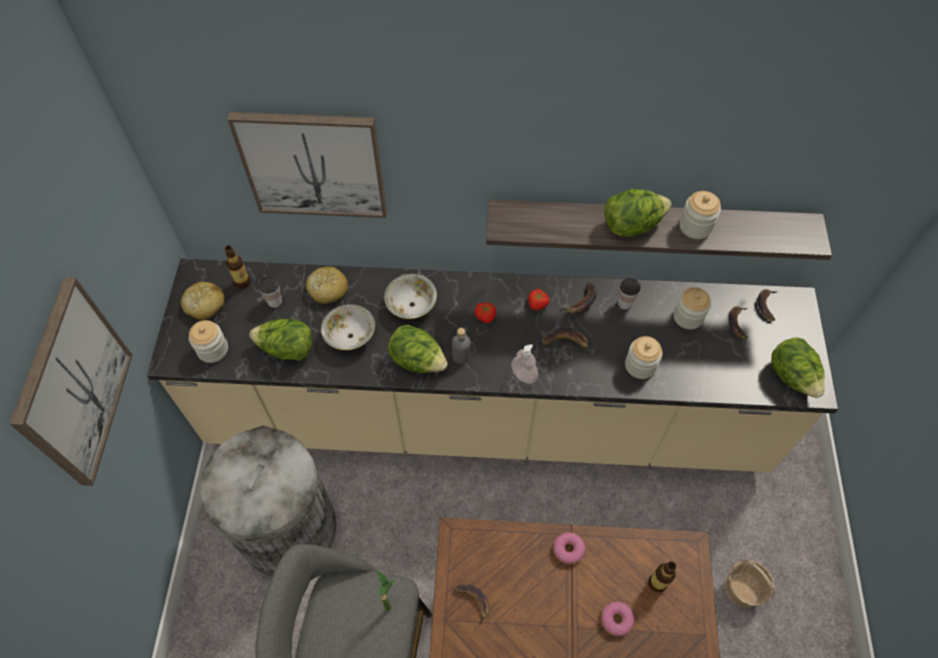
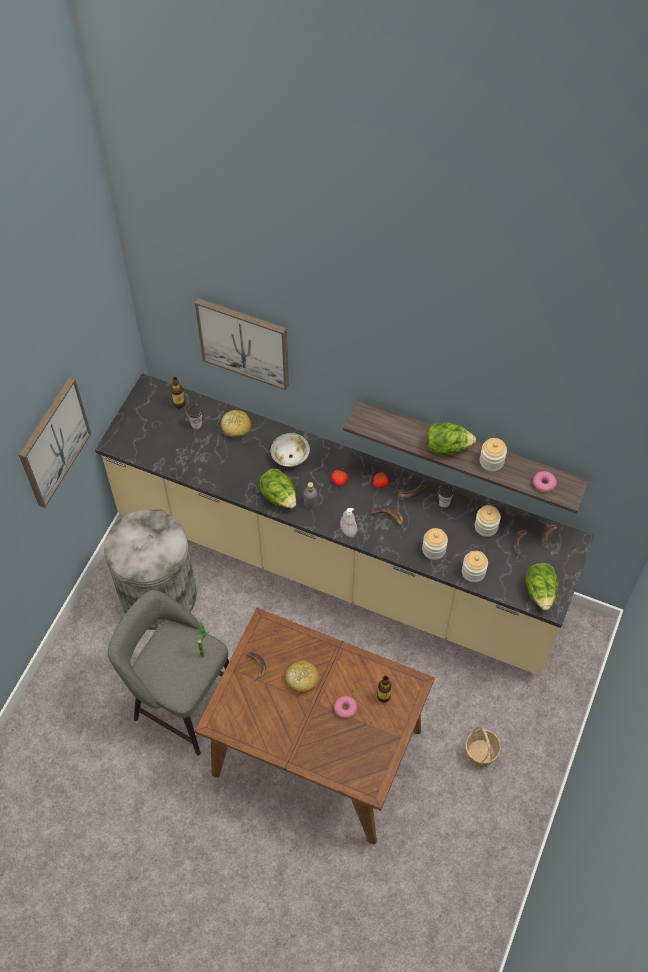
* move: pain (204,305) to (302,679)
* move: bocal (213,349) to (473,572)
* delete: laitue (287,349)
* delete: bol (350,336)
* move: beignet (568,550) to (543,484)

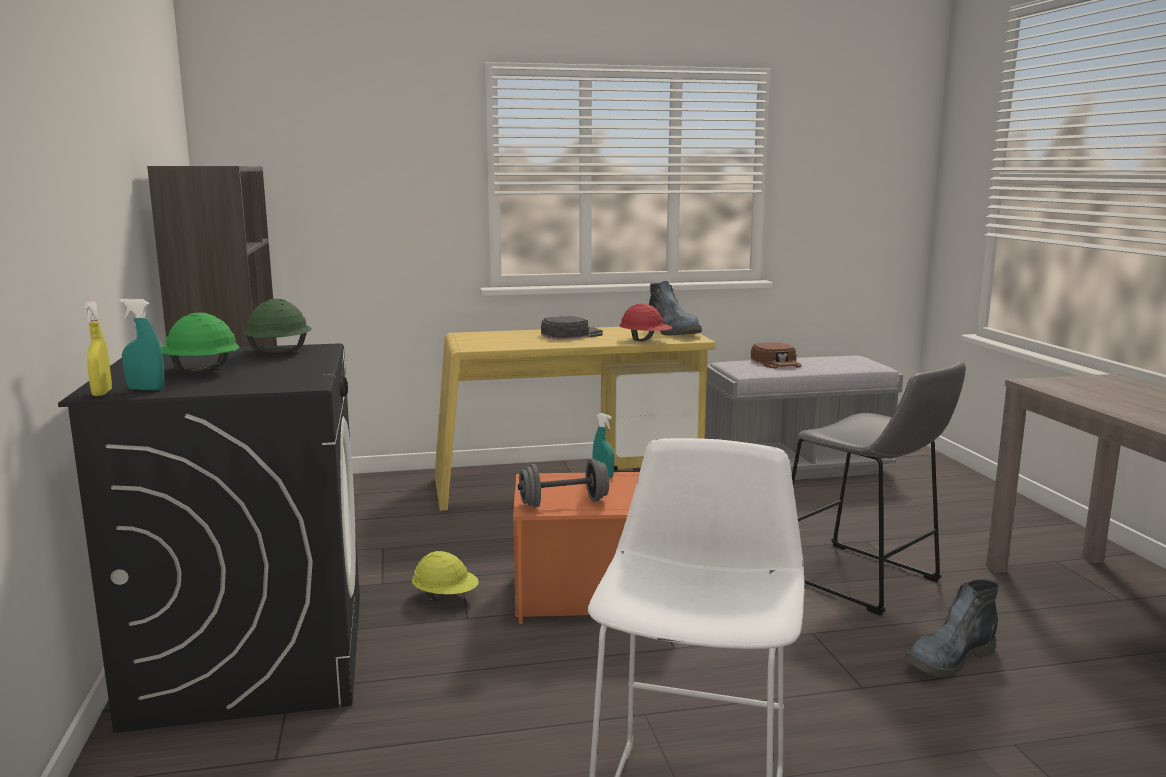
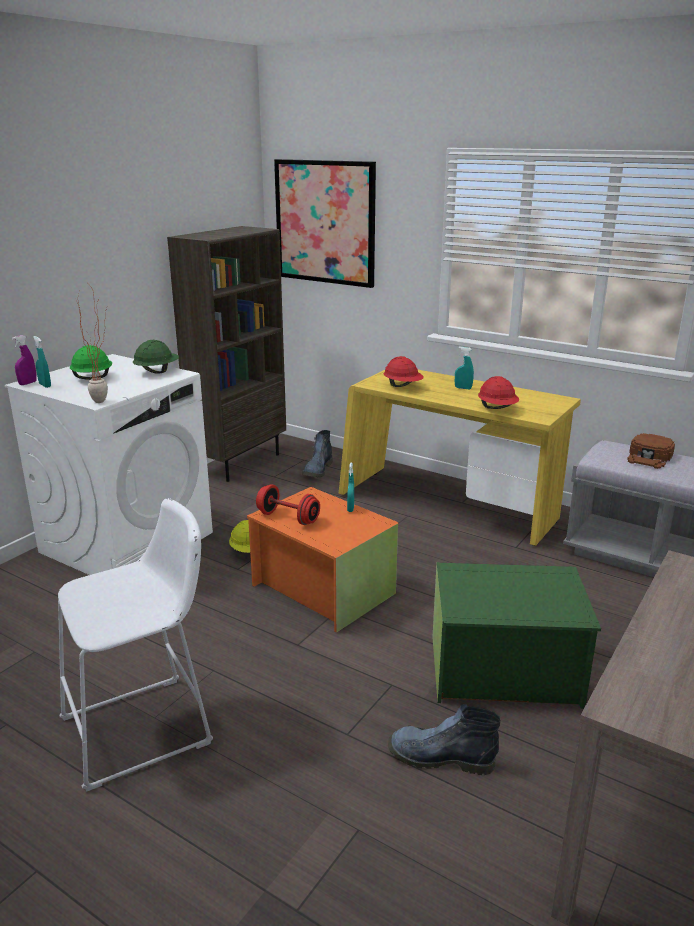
* recolor: lave-linge/noir (252,656) to lave-linge/blanc (128,542)
* recolor: vaporisateur/jaune (102,393) to vaporisateur/violet (27,383)
* recolor: haltère/gris (564,503) to haltère/rouge (288,518)
* replace: casquette/noir (571,335) to vaporisateur/turquoise (463,388)
* move: botte (673,333) to (317,470)
* replace: tabouret/gris (863,581) to boîte de rangement/vert (505,672)
* insert: plante en pot (105,400)
* insert: tableau (325,222)
* insert: casque de chantier/rouge (403,386)

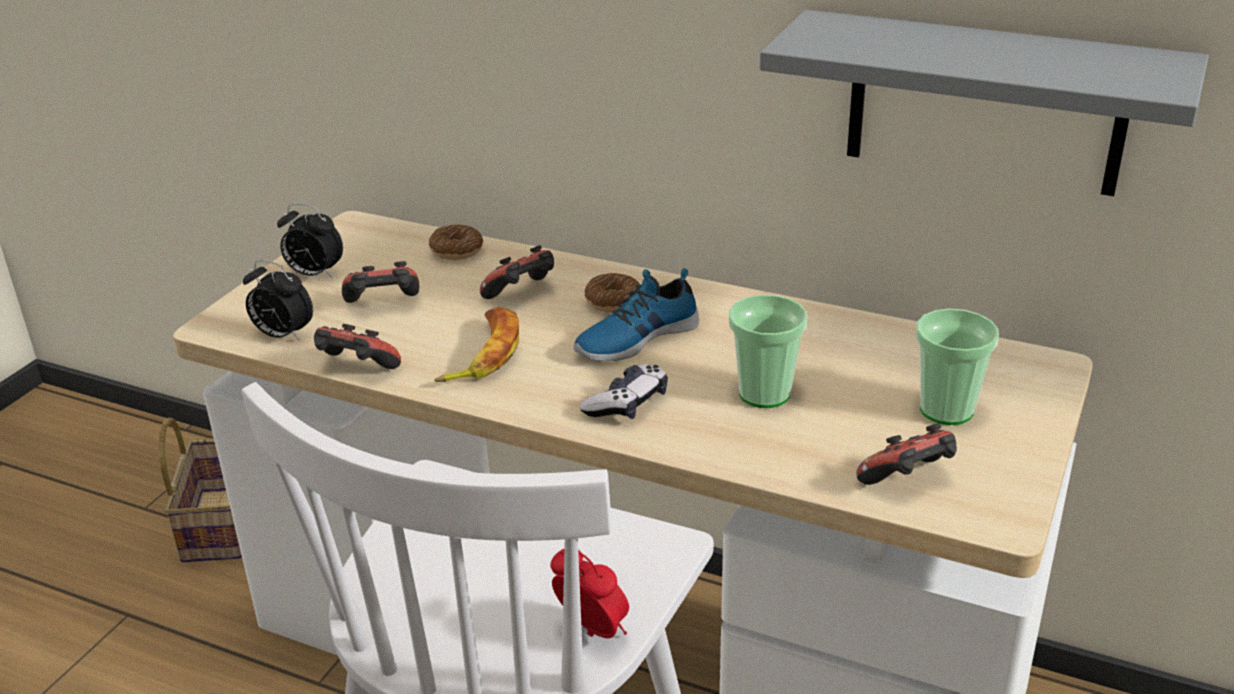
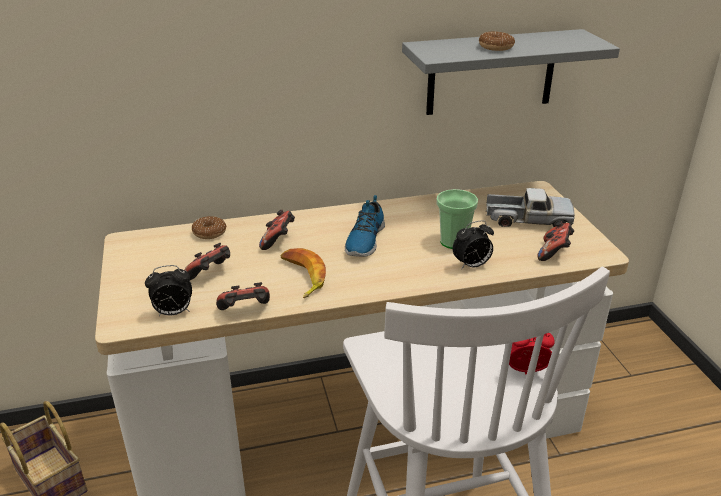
* move: réveil (314,274) to (471,266)
* delete: manette (627,403)
* move: beignet (613,302) to (496,47)
* replace: tasse (946,410) to camion jouet (528,220)

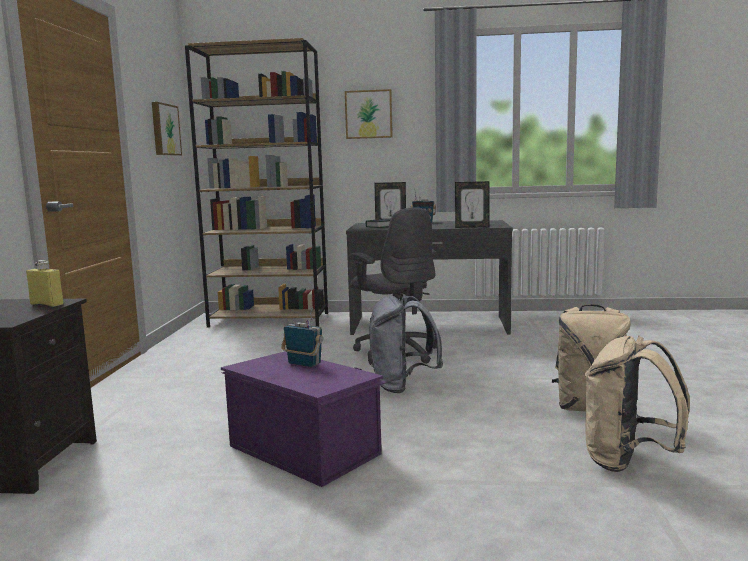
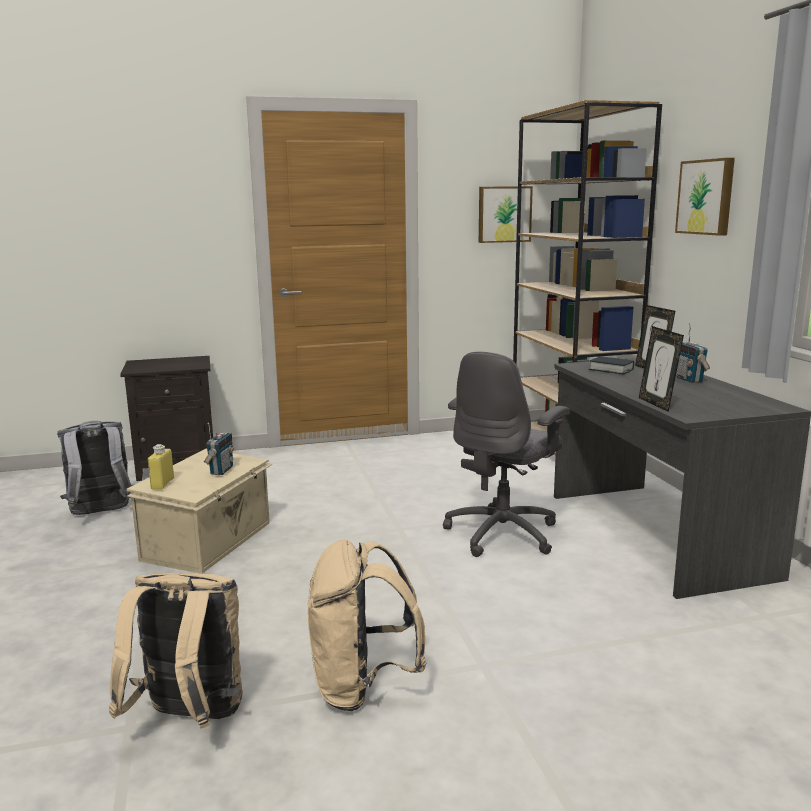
* move: bouteille/jaune (47,304) to (162,484)
* recolor: boîte de rangement/violet (305,449) to boîte de rangement/beige (209,541)
* move: sac à dos/gris (402,386) to (101,513)

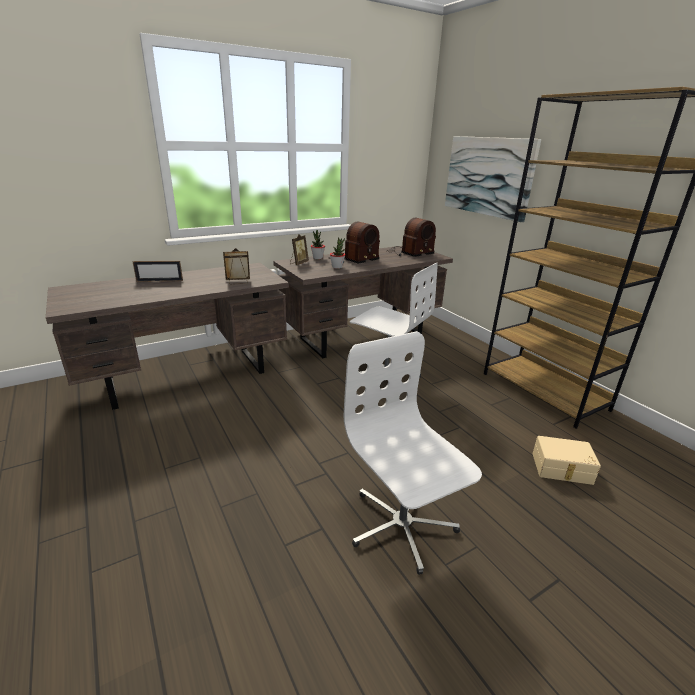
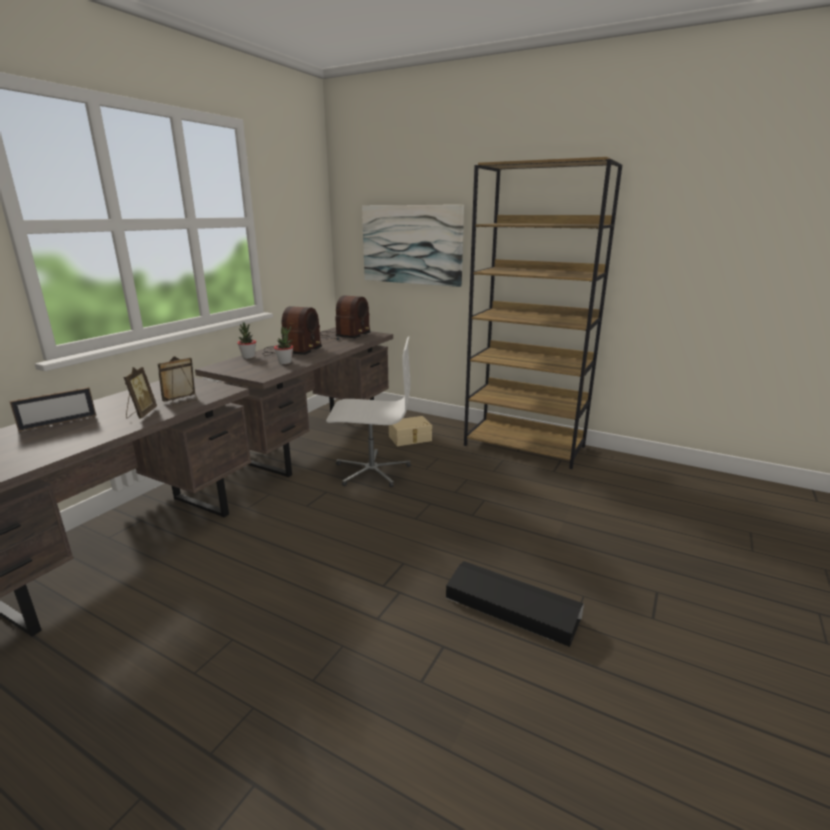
* move: cadre photo (298,263) to (141,414)
* replace: chaise de bureau/blanc (401,525) to boîte de rangement/noir (511,608)
* move: boîte de rangement/beige (562,469) to (410,439)

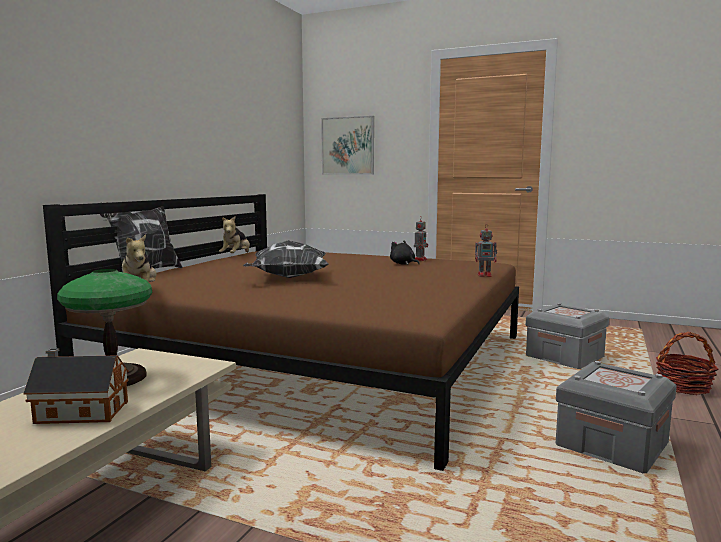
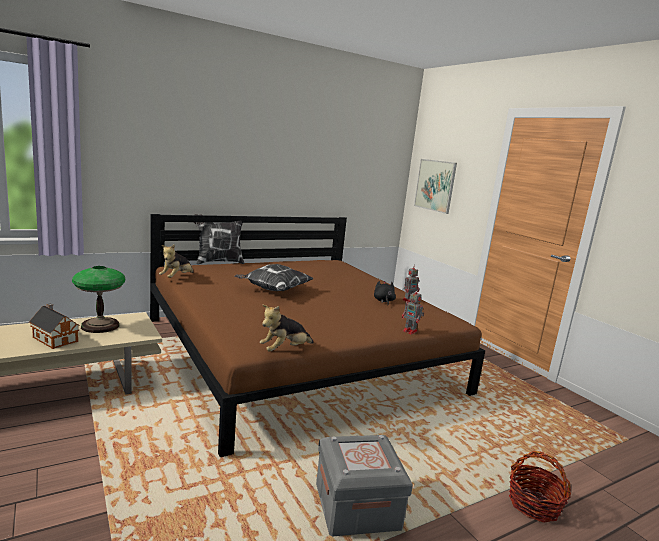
* move: peluche (236,256) to (285,350)
* delete: boîte de rangement/gris (564,356)

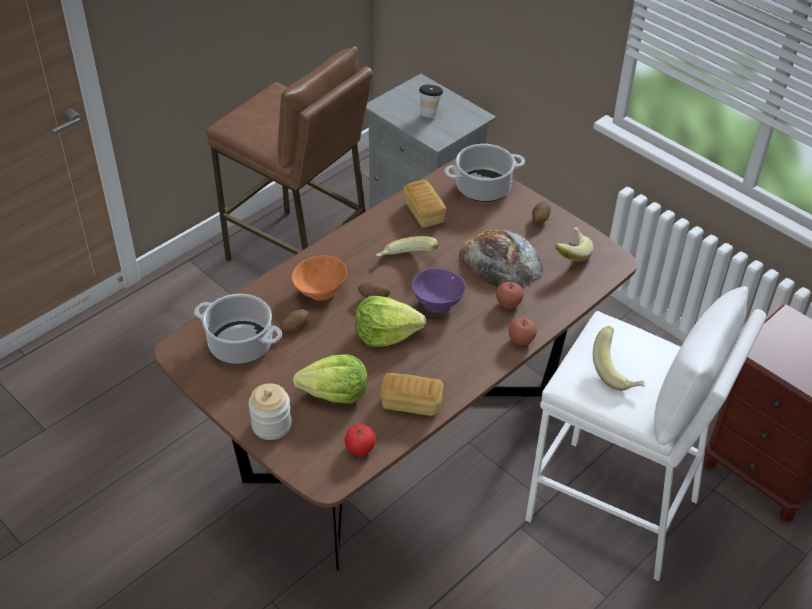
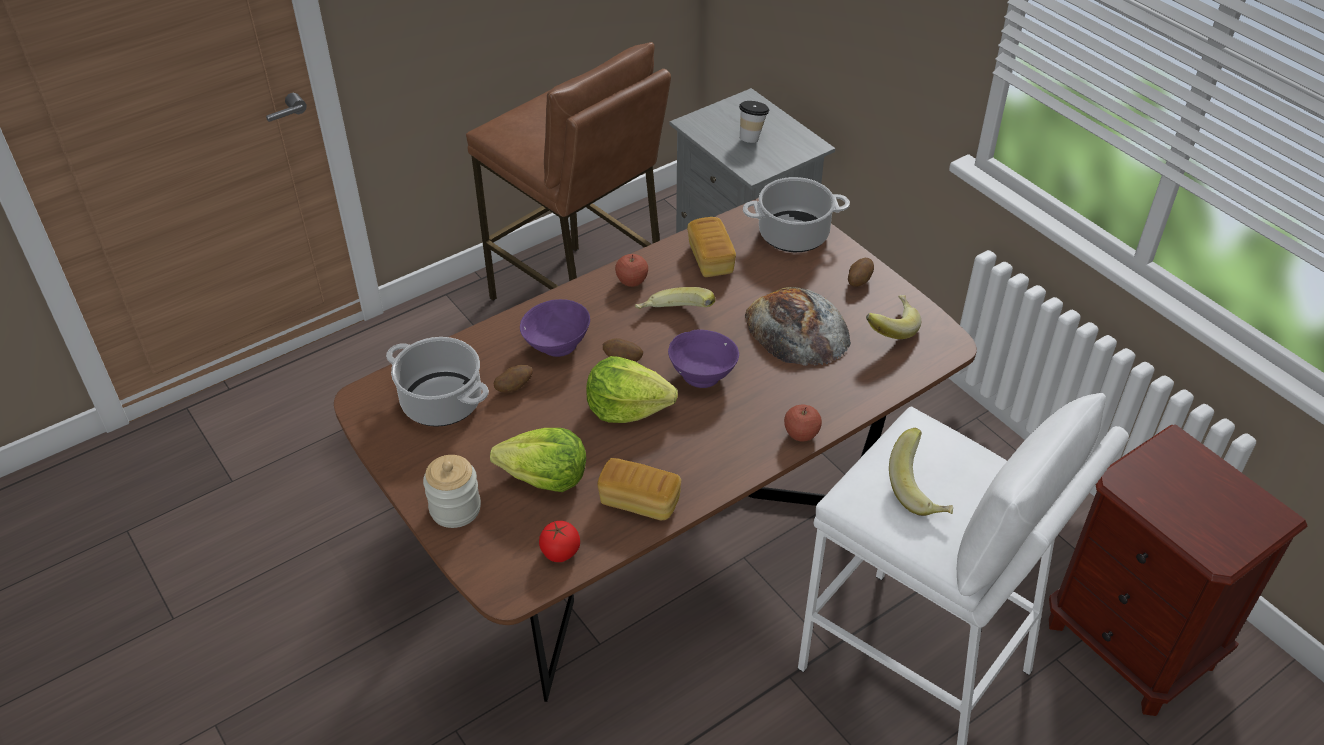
* recolor: bol/orange (319,291) to bol/violet (556,345)
* move: pomme (508,304) to (632,281)

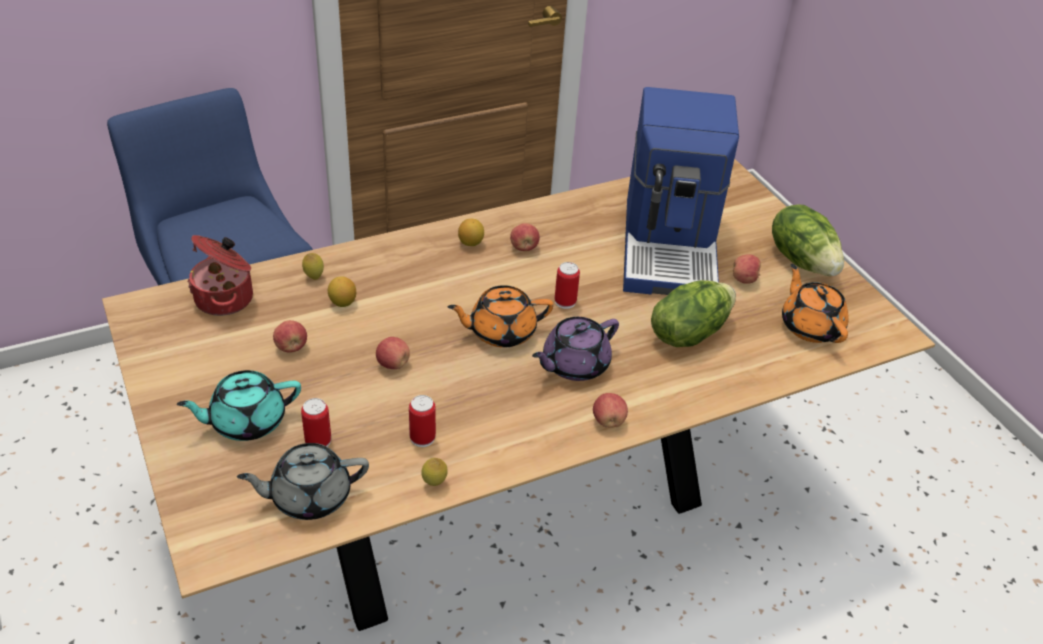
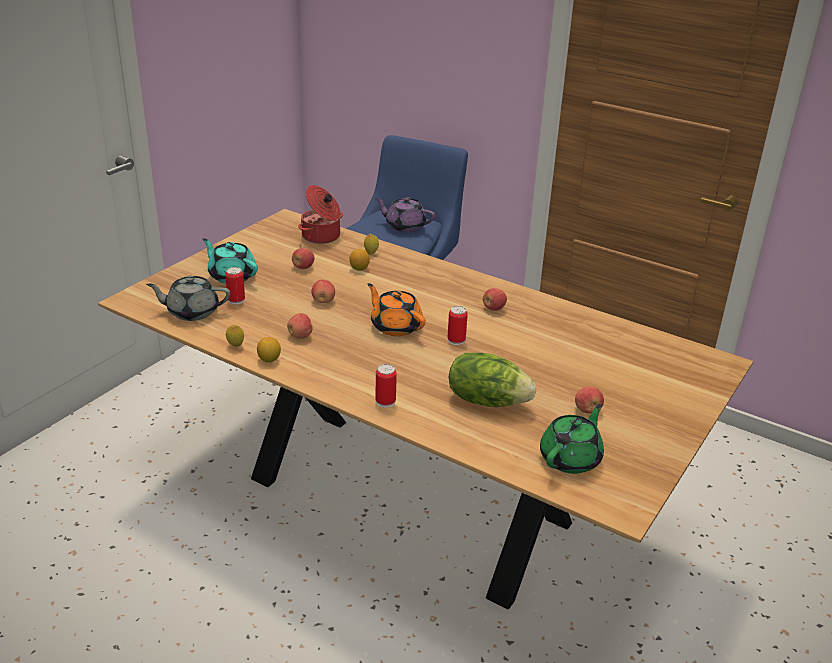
* rotate: théière/gris (309,496) = (192,312) 45 degrees counterclockwise
* move: boîte métallique (422,438) to (385,401)
* move: citron (471,243) to (269,360)
* move: théière/violet (574,364) to (404,226)
* move: pomme (608,421) to (300,336)
* delete: machine à café (671,246)
* delete: laitue (803,260)
* recolor: théière/orange (810,326) to théière/vert (571,458)

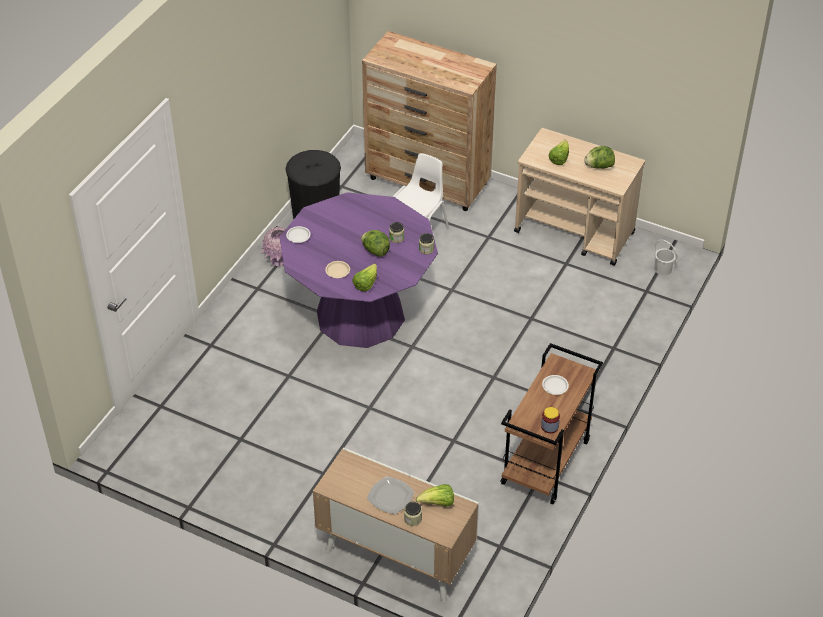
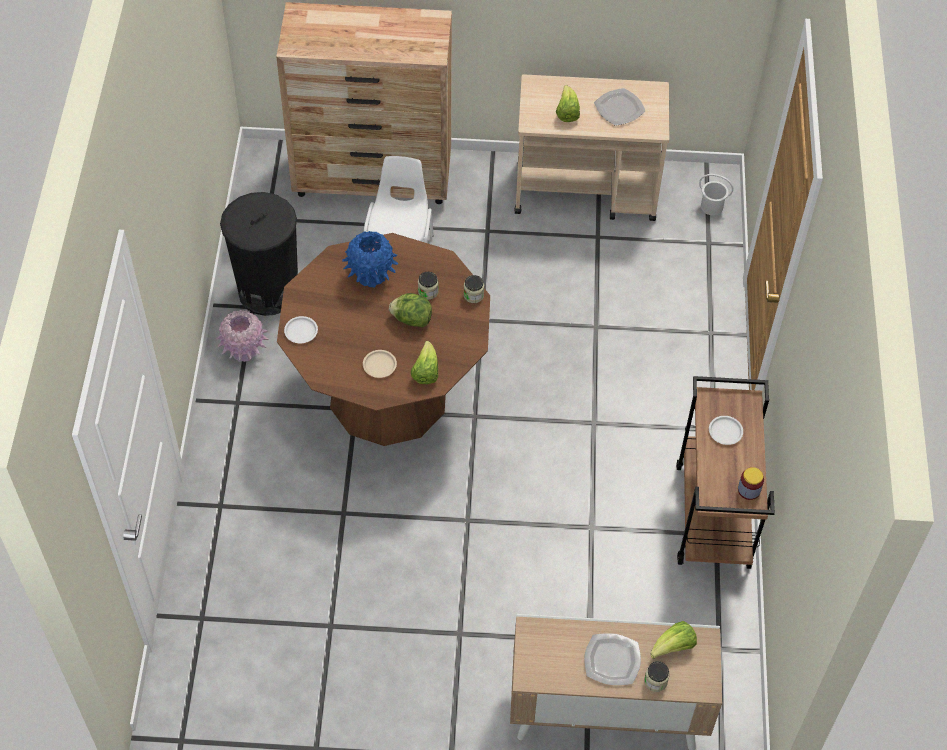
* recolor: table à manger/violet (360,315) to table à manger/marron (388,395)
* replace: laitue (599,166) to assiette (620,108)
* insert: vase/bleu (371,276)

